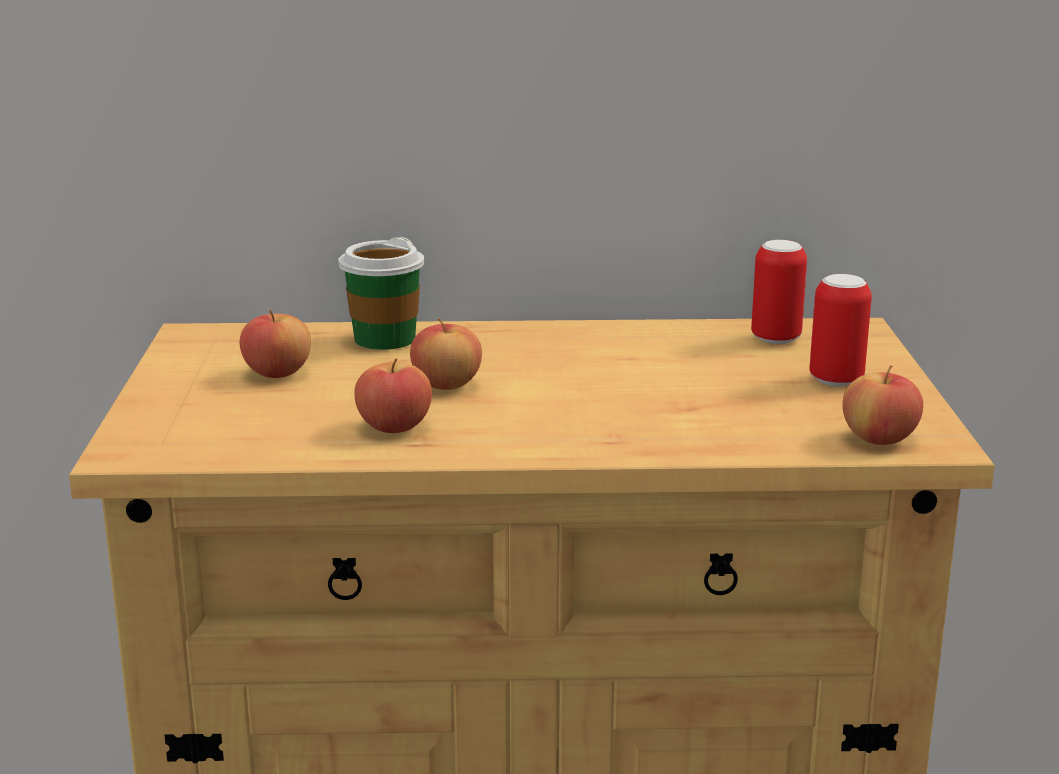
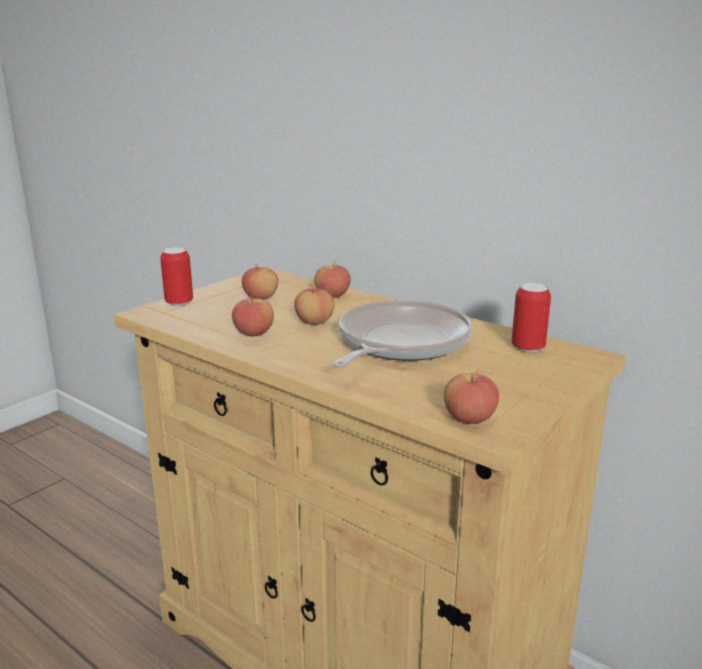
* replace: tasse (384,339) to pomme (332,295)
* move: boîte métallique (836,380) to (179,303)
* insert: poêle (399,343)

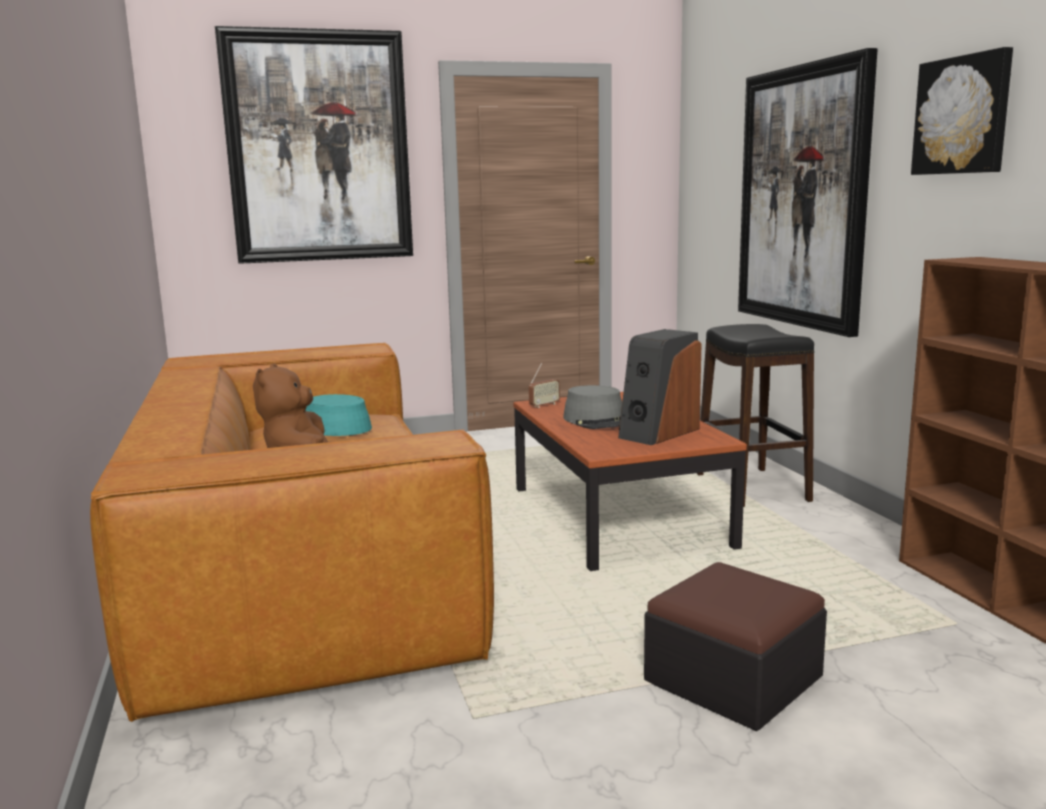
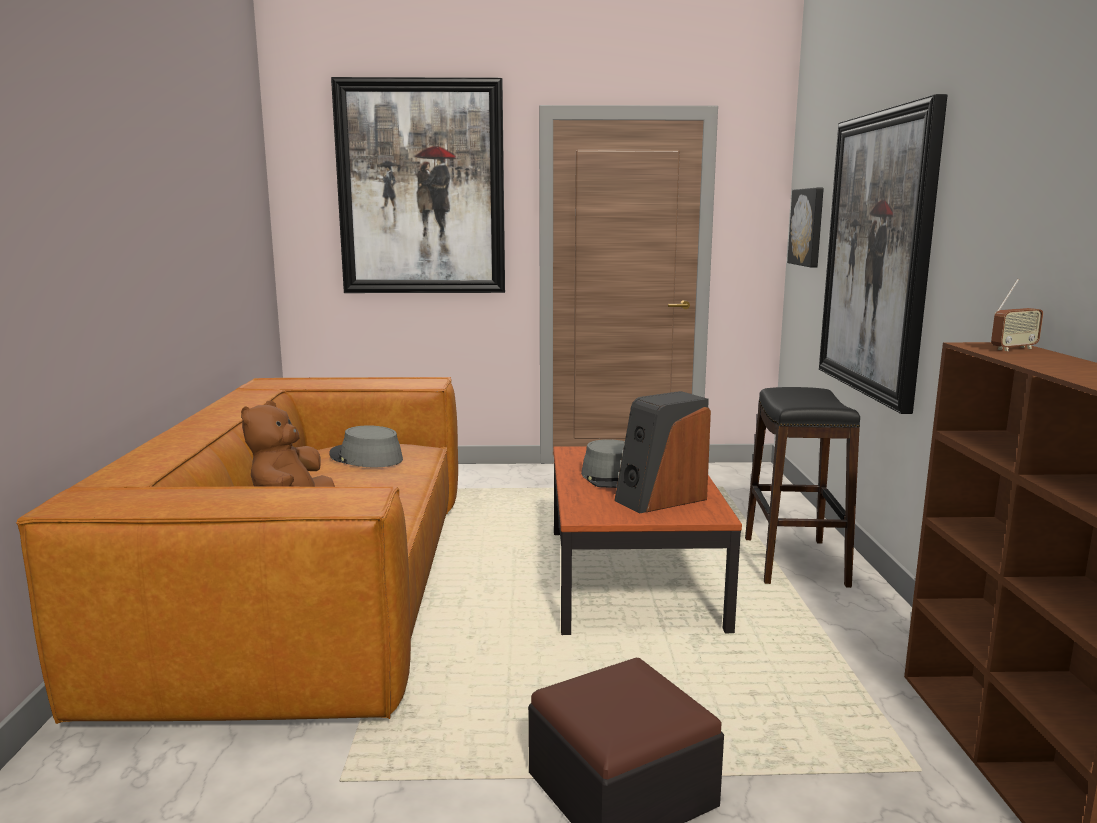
* recolor: chapeau/turquoise (329,428) to chapeau/gris (365,457)
* move: radio (544,405) to (1013,349)
* move: tableau (963,115) to (808,227)

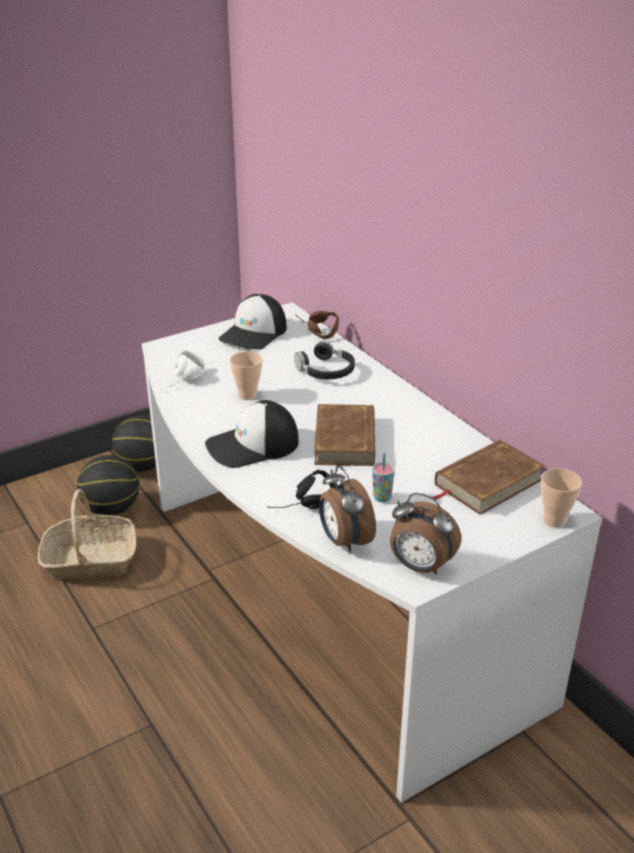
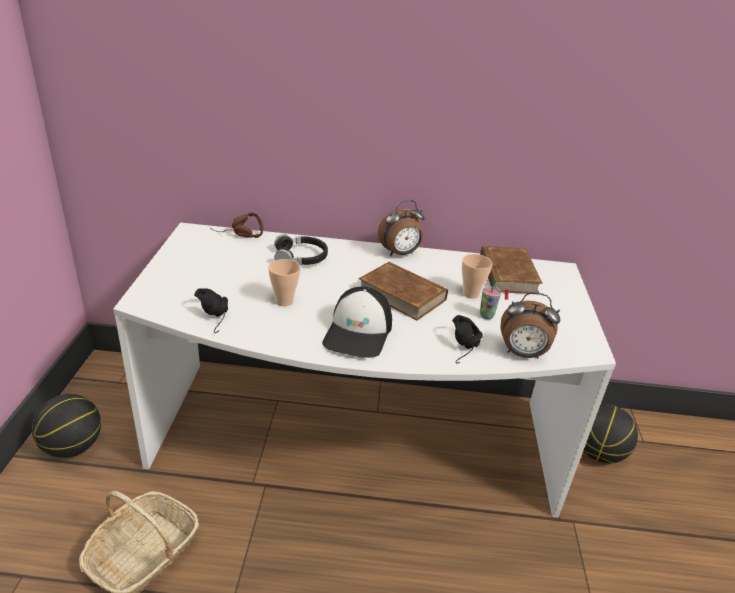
* move: ballon de basket (111,509) to (597,453)
* recolor: casque audio/blanc (185,382) to casque audio/noir (218,317)
* delete: casquette (254,333)
* move: réveil (420,566) to (400,253)
* move: tasse (554,520) to (471,294)

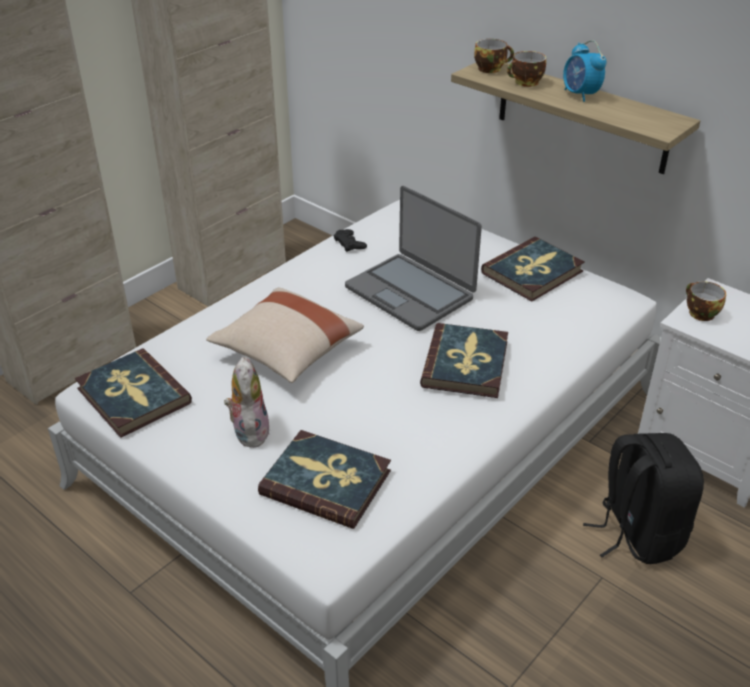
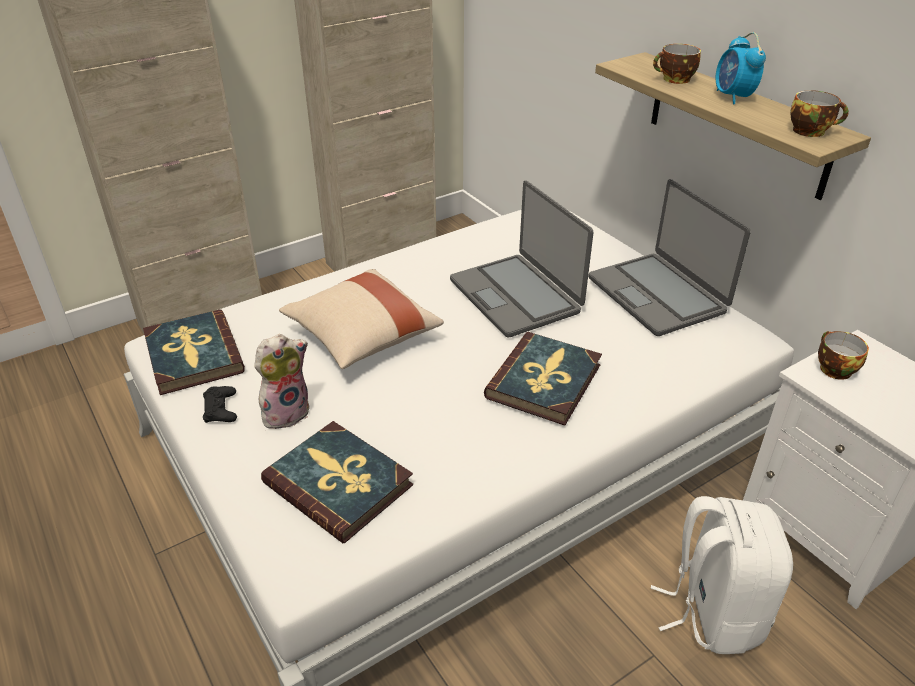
* rotate: peluche (249,431) = (286,412) 45 degrees clockwise
* move: manette/noir (349,243) to (221,409)
* move: tasse (491,69) to (811,131)
* replace: livre (532,272) to ordinateur portable (657,294)
* recolor: sac à dos/noir (636,533) to sac à dos/blanc (712,611)

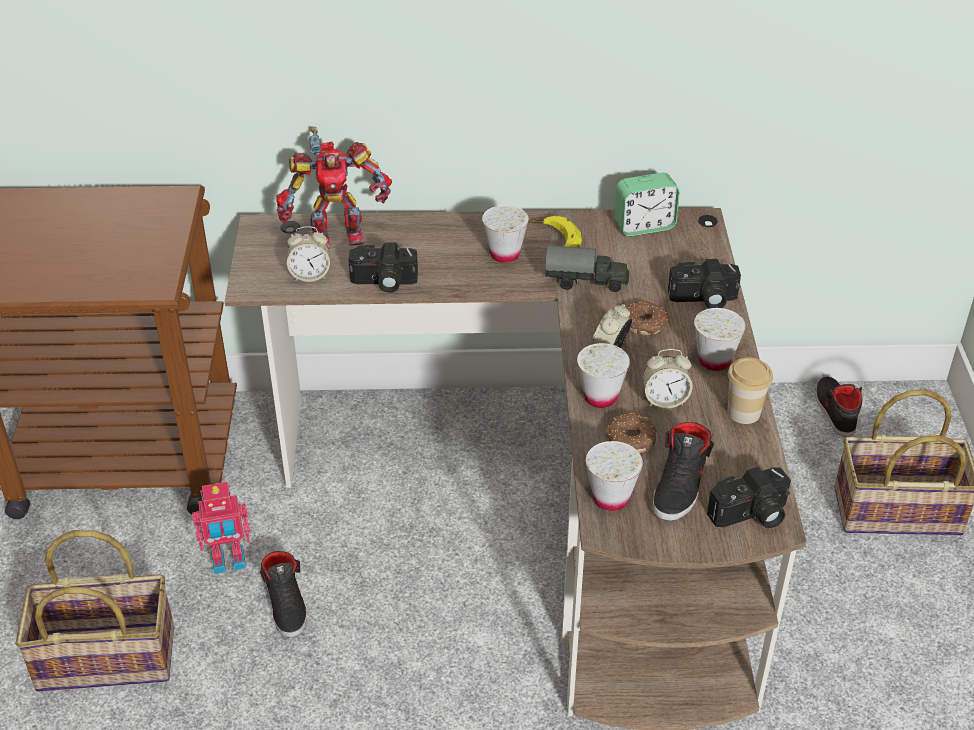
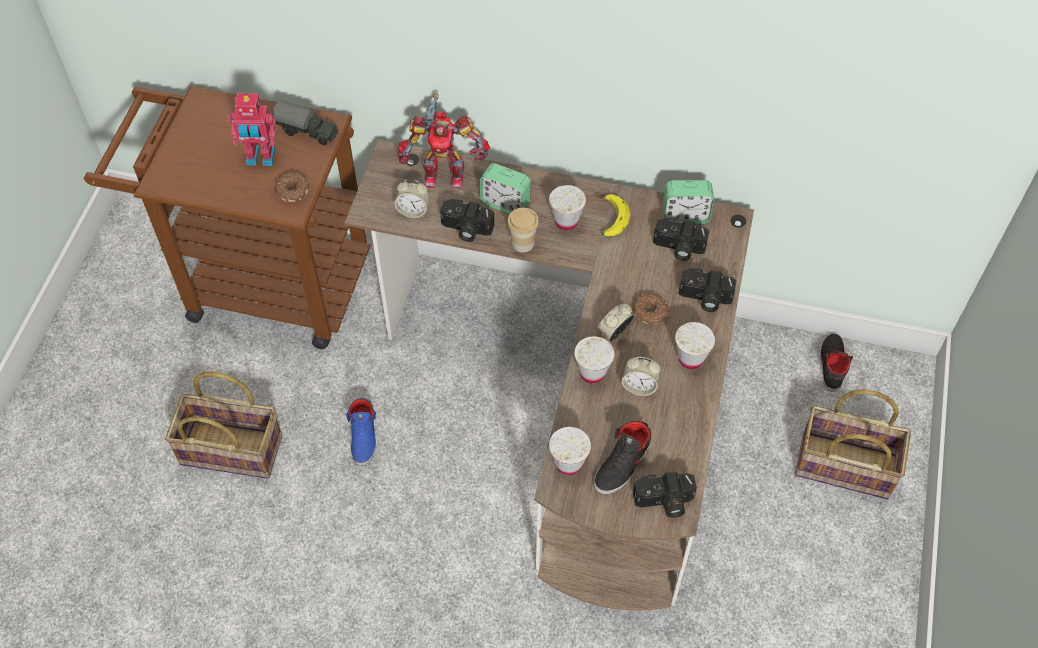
* move: robot jouet (228,562) to (260,158)
* recolor: chaussure/noir (287,604) to chaussure/bleu (364,437)
* move: camion jouet (586,282) to (307,132)
* move: beignet (630,439) to (292,190)
* move: tasse (743,412) to (523,243)
* insert: réveil (505,203)
* insert: appareil photo (678,248)

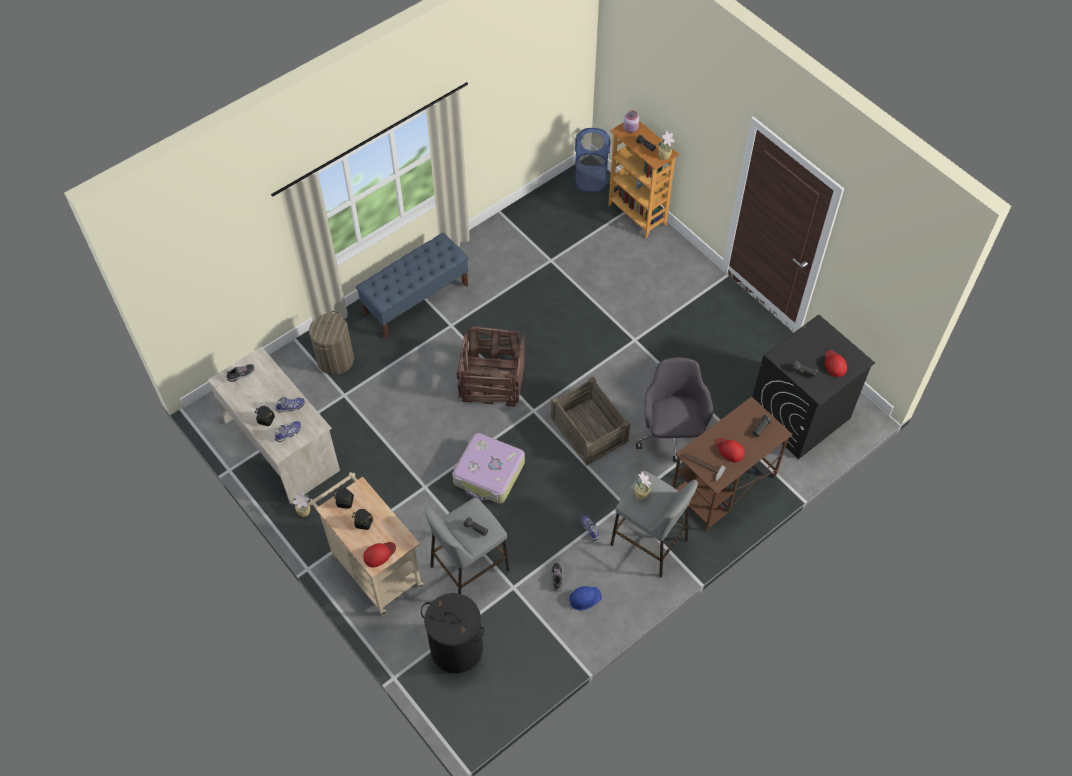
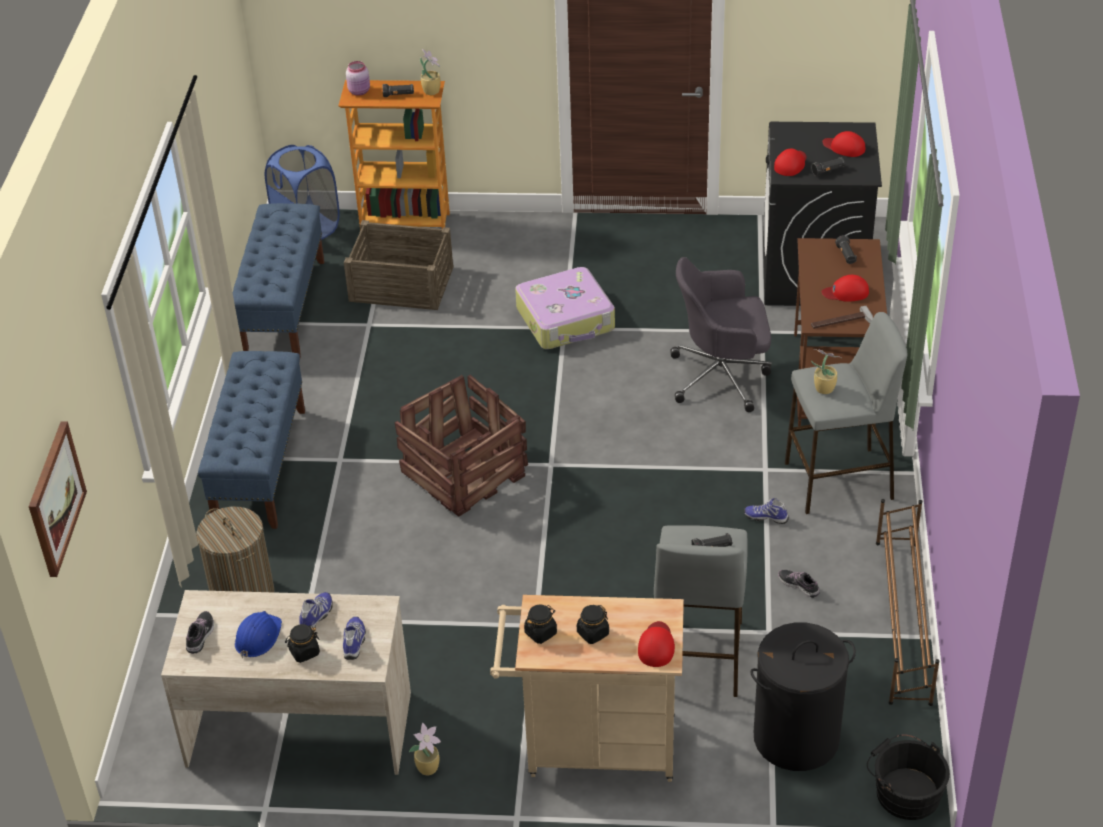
* move: valise (489,474) to (566,320)
* move: caisse (589,430) to (401,284)
* move: casque de chantier/bleu (584,598) to (258,637)
* rotate: chaise de bureau/gris (672,434) = (722,376) 45 degrees counterclockwise
* insert: tableau (55,498)
* insert: banc/bleu (284,308)
* insert: casquette/rouge (791,164)
* insert: seau/noir (904,791)
* insert: étagère à chaussures/marron (902,621)

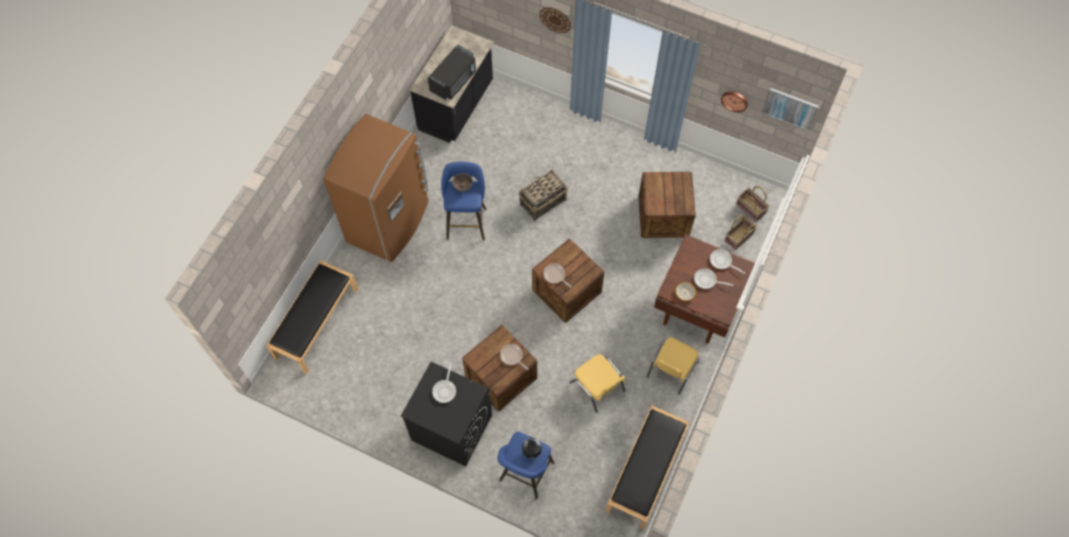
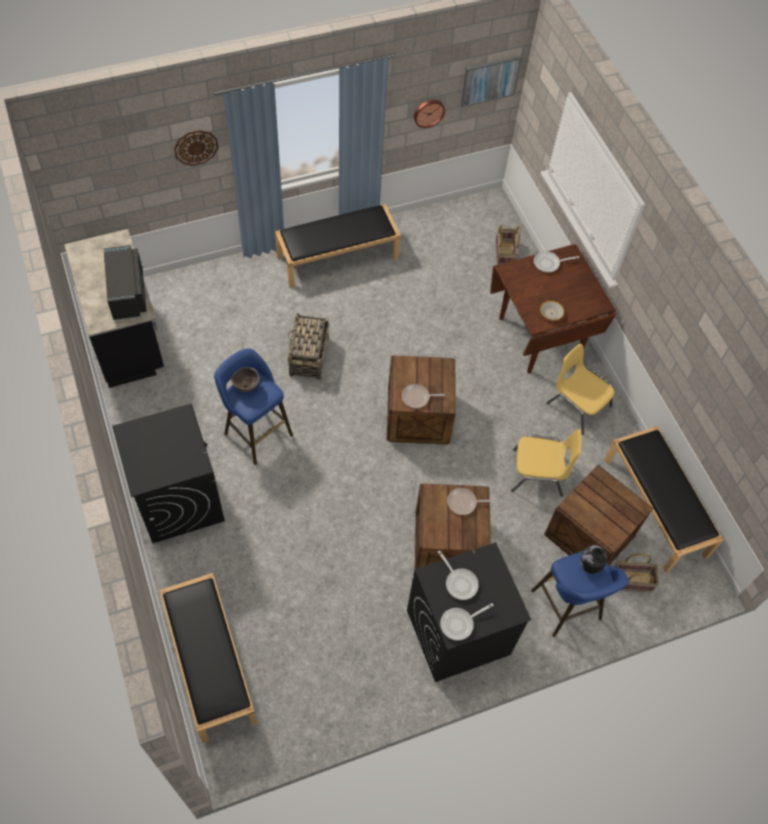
* replace: réfrigérateur/marron (389,223) to lave-linge/noir (178,498)
* move: caisse (663,216) to (590,534)
* rotate: chaise/jaune (671,369) = (577,404) 150 degrees clockwise
* move: poêle (707,280) to (459,624)
* move: panier (751,209) to (632,580)
* insert: banc/noir (338,256)

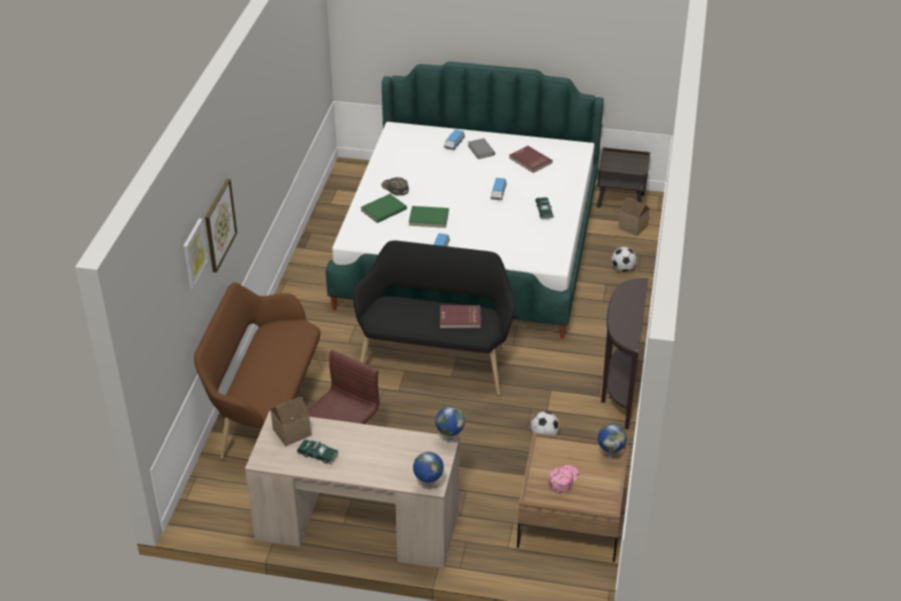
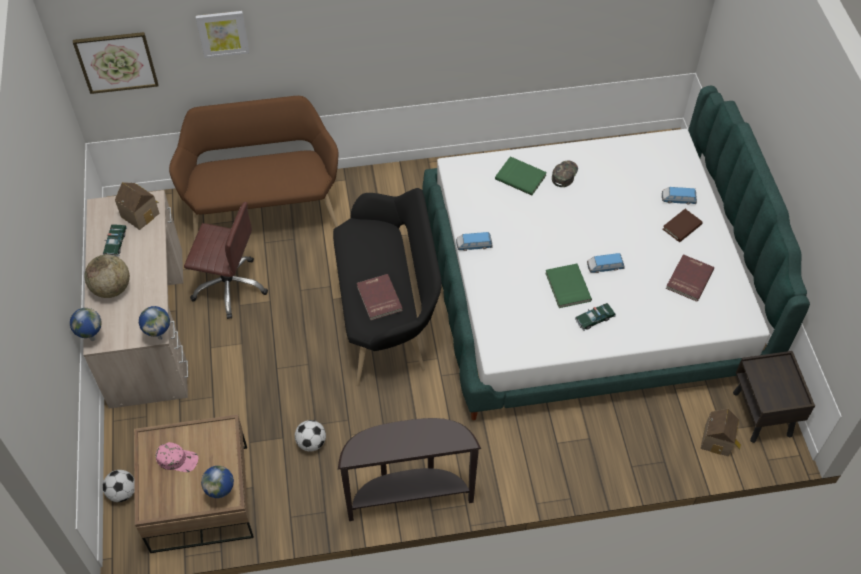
* move: tableau (219,225) to (116,62)
* move: livre/vert (428,218) to (567,287)
* recolor: livre/gris (481,150) to livre/marron (682,227)
* move: ballon de foot (623,269) to (122,493)
* insert: globe (112,288)

